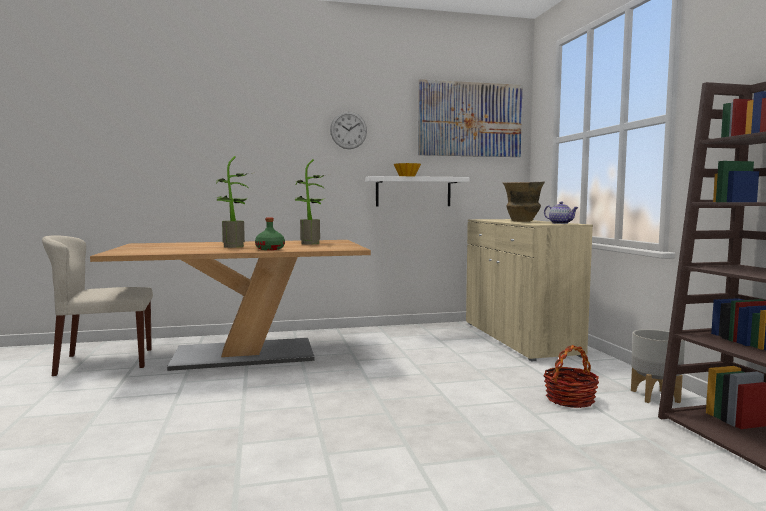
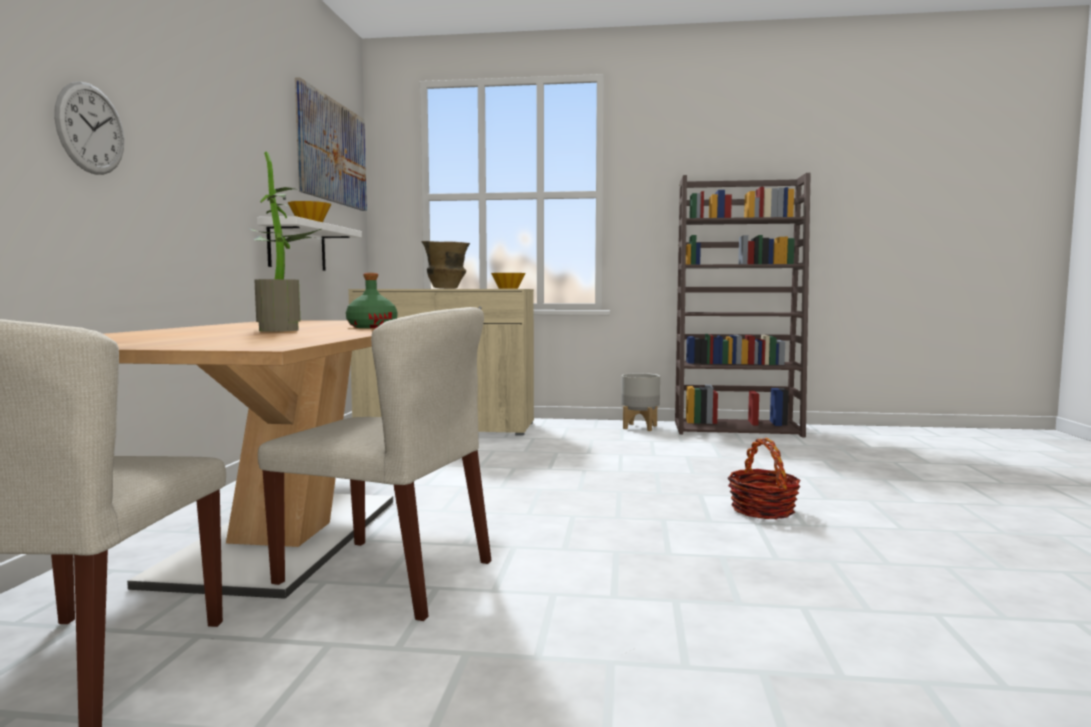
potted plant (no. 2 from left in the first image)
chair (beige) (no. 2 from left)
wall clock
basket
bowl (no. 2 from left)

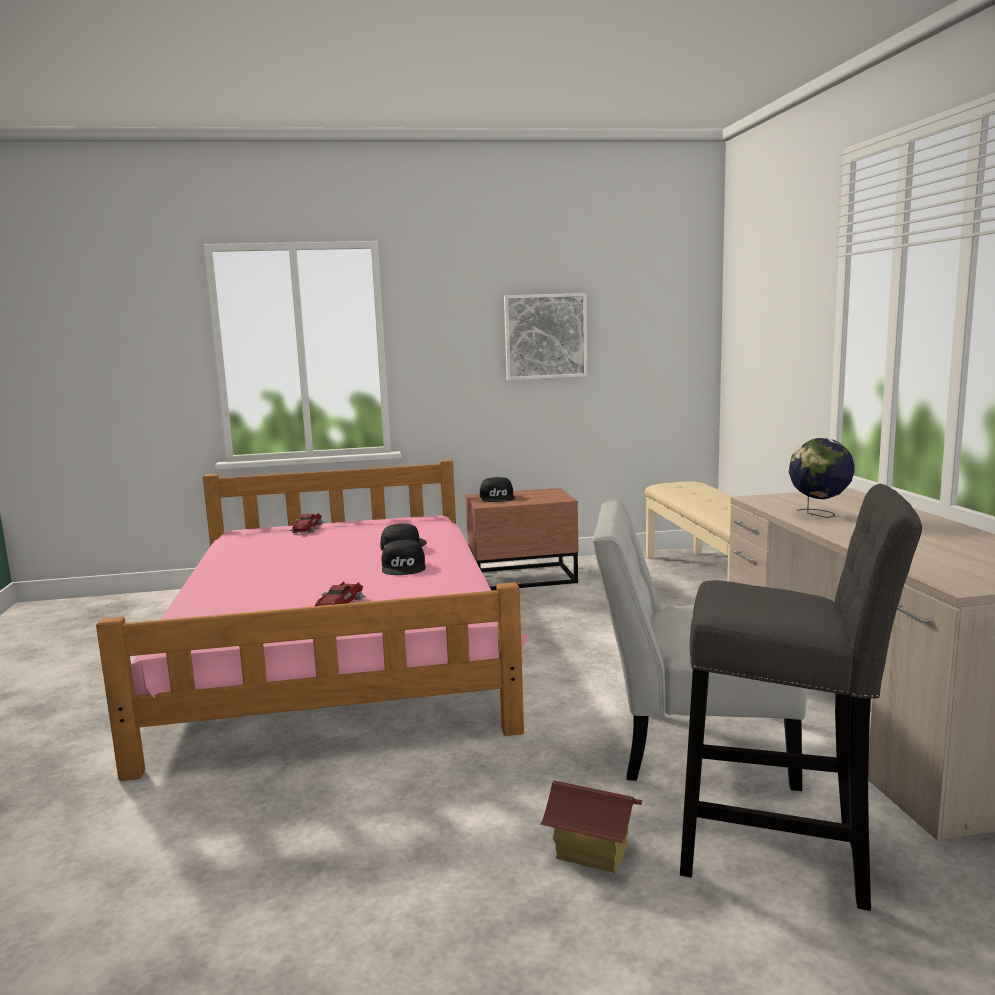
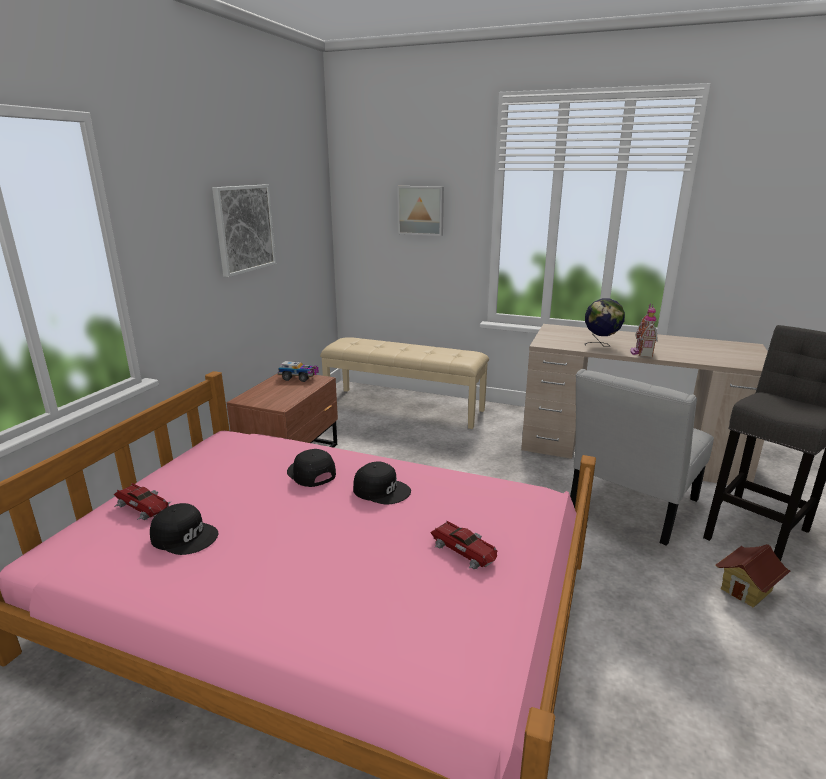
toy truck
picture (no. 2 from left)
toy house (no. 1 from left)
cap (black) (no. 1 from left)

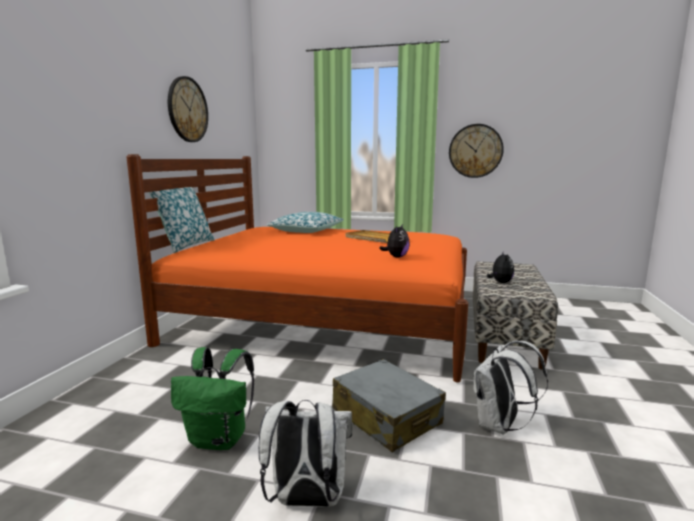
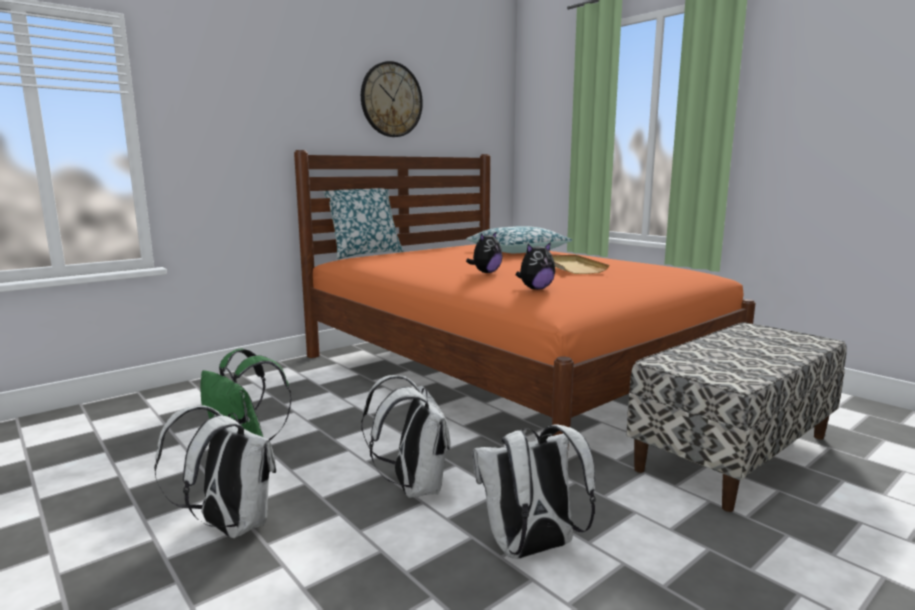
wall clock (no. 2 from left in the first image)
plush toy (no. 1 from left)
backpack (white) (no. 2 from left)

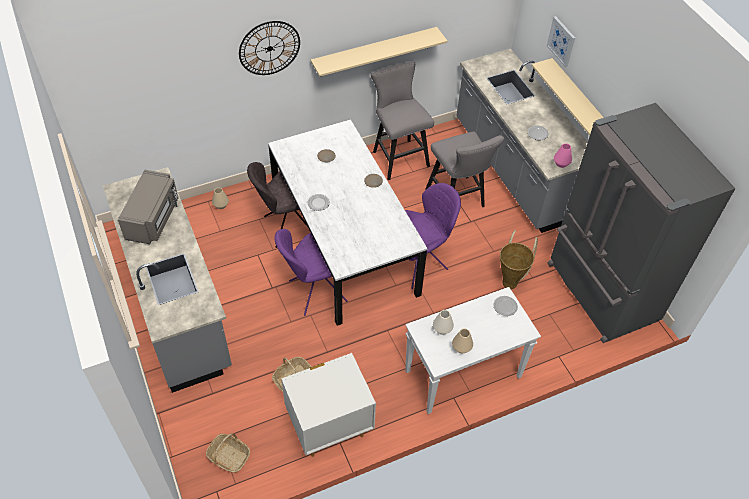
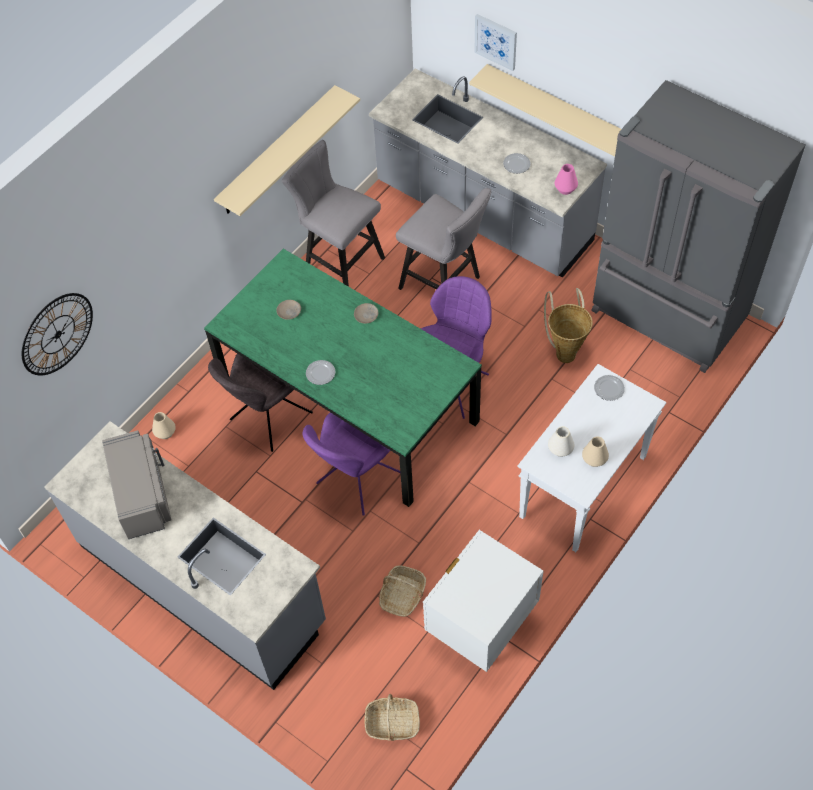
wall clock
dining table (green)

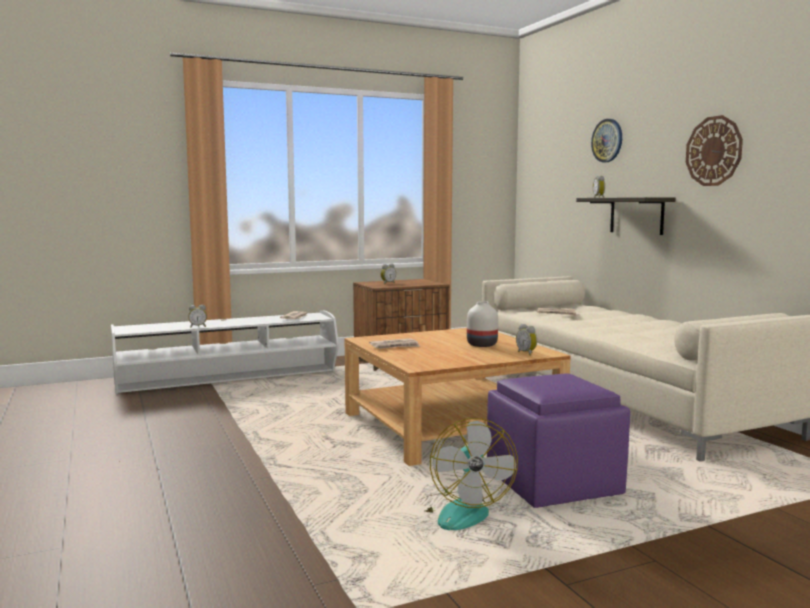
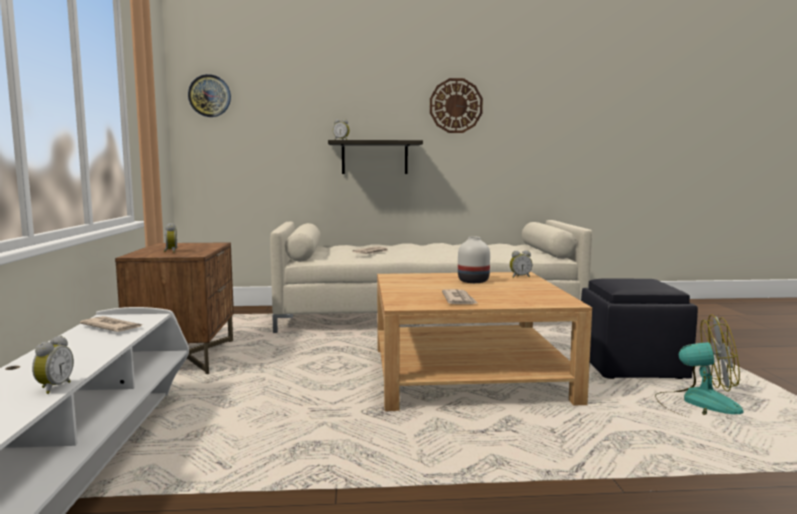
wall clock (no. 1 from left)
ottoman (black)

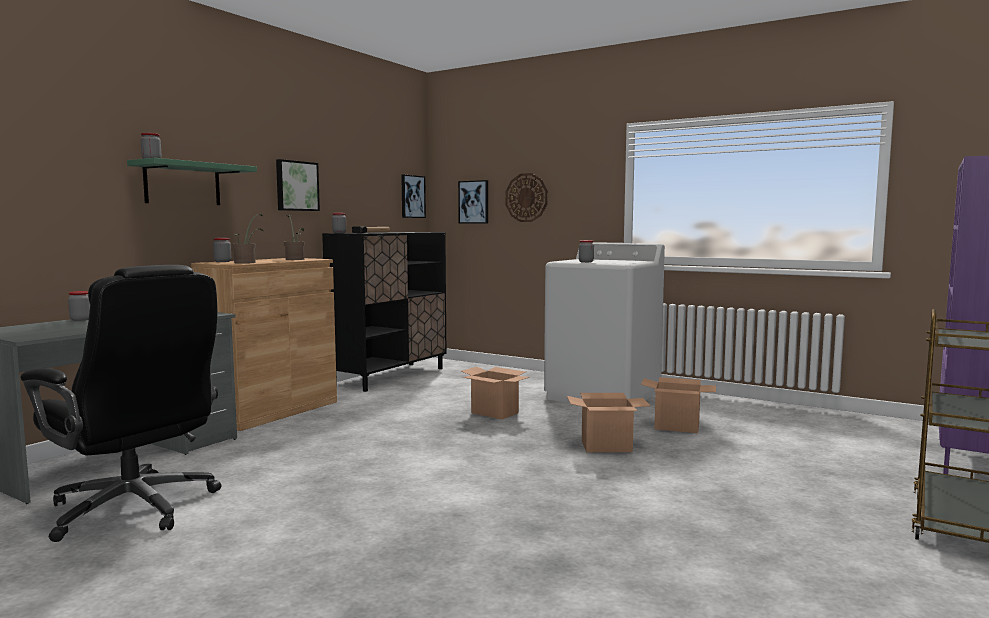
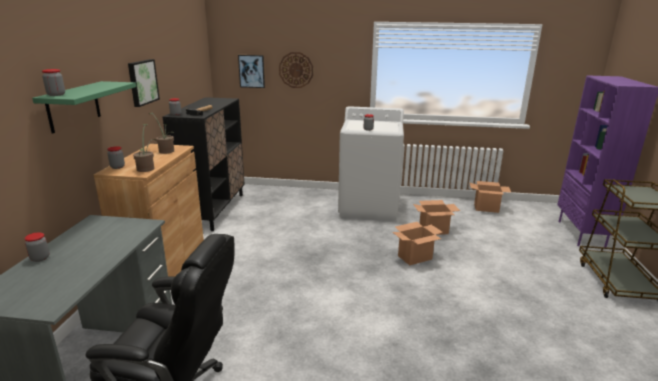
picture (no. 2 from left in the first image)
cardboard box (no. 3 from left)

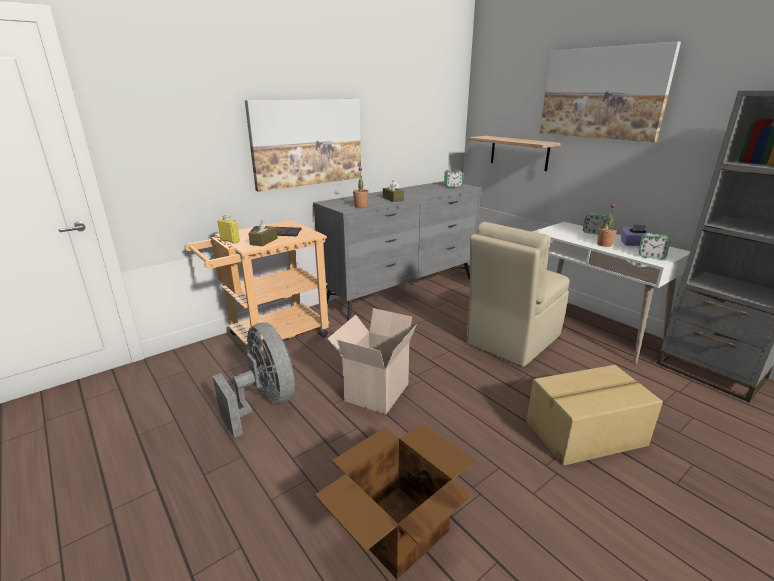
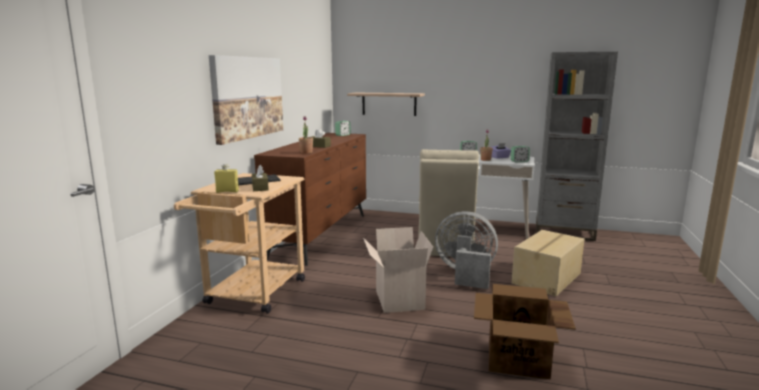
picture (no. 2 from left in the first image)
fan (grey)
dresser (brown)

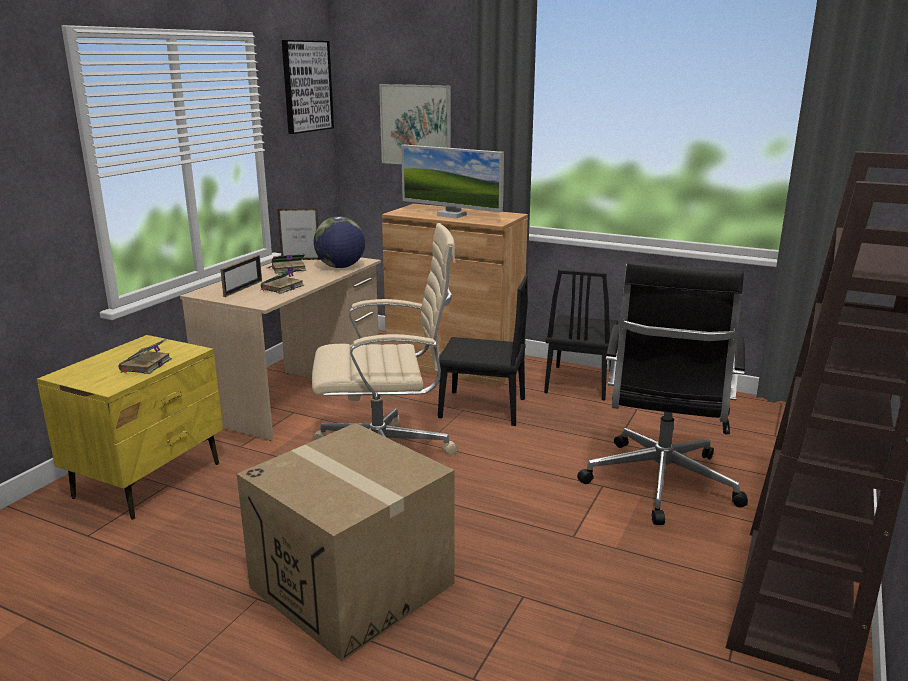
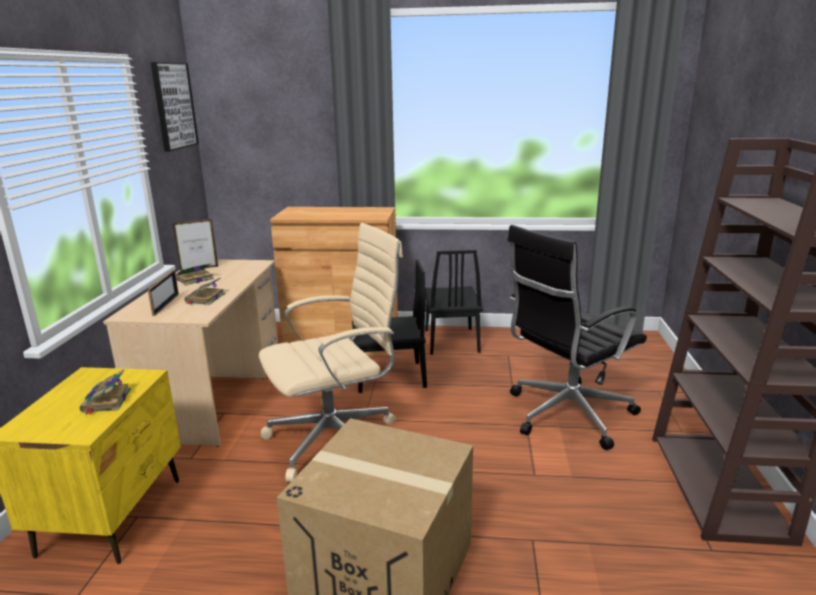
globe
picture (no. 2 from left in the first image)
monitor
office chair (black)

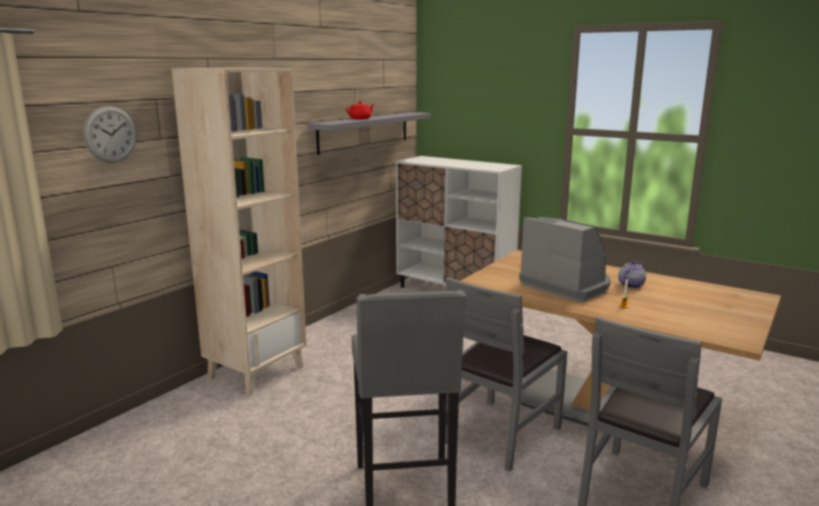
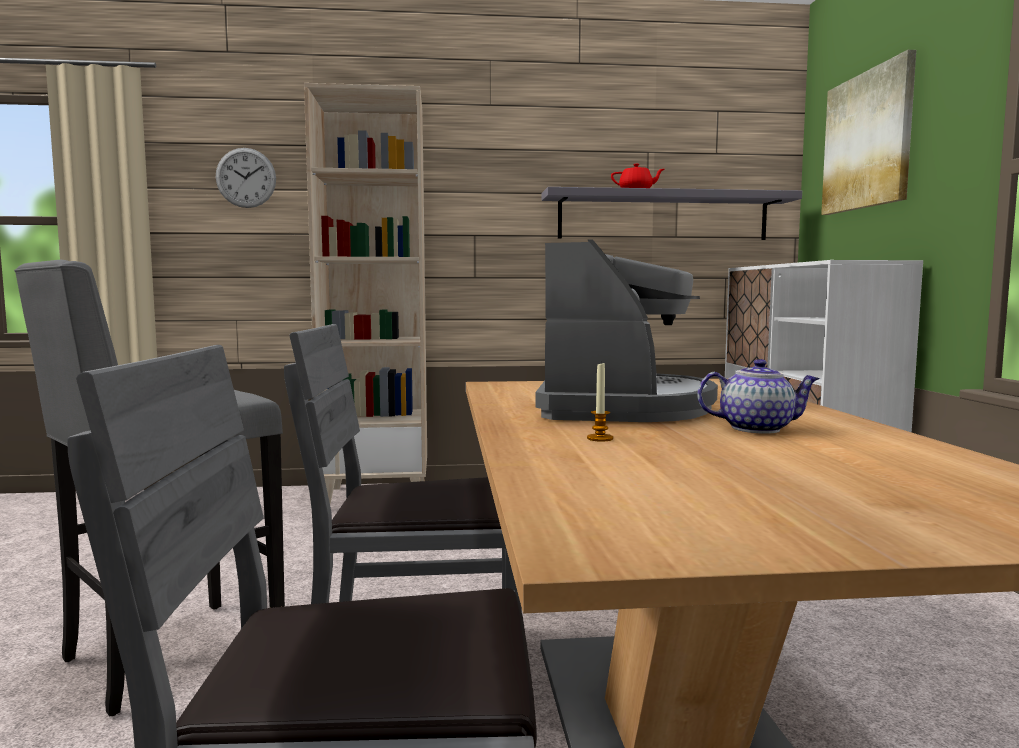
picture

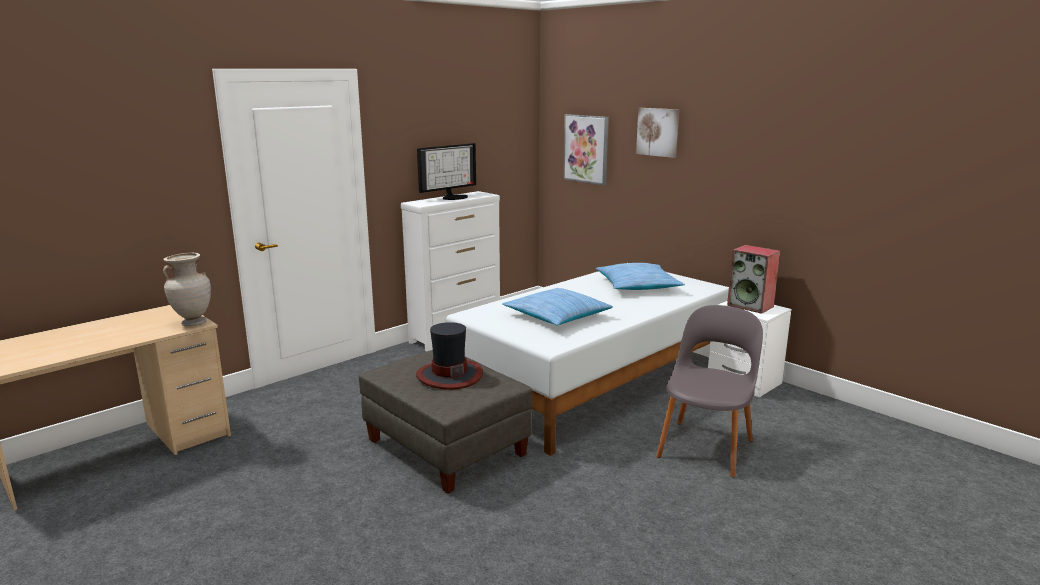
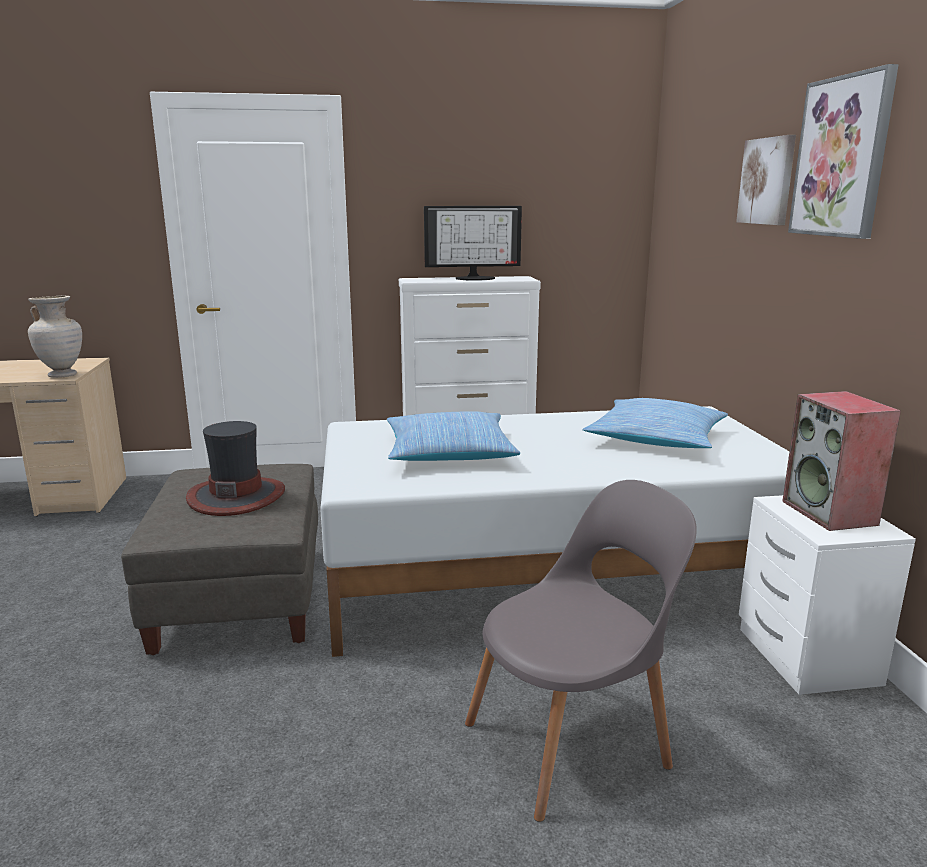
picture (no. 2 from left)

